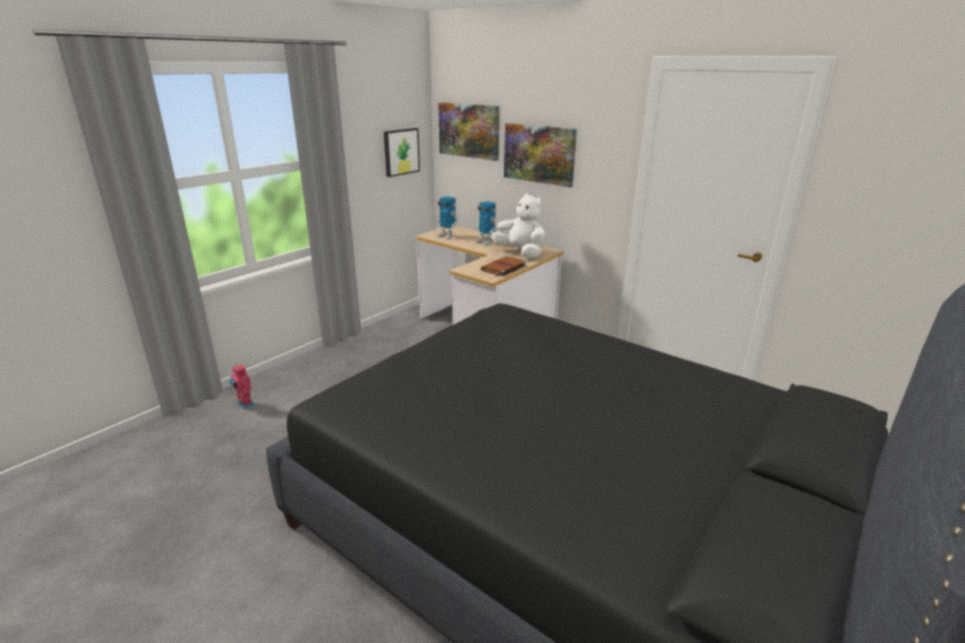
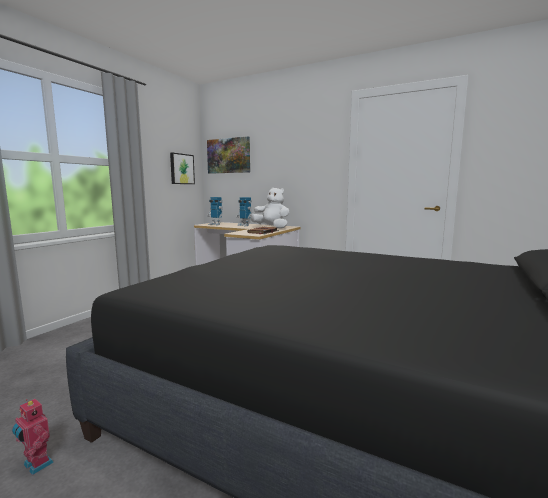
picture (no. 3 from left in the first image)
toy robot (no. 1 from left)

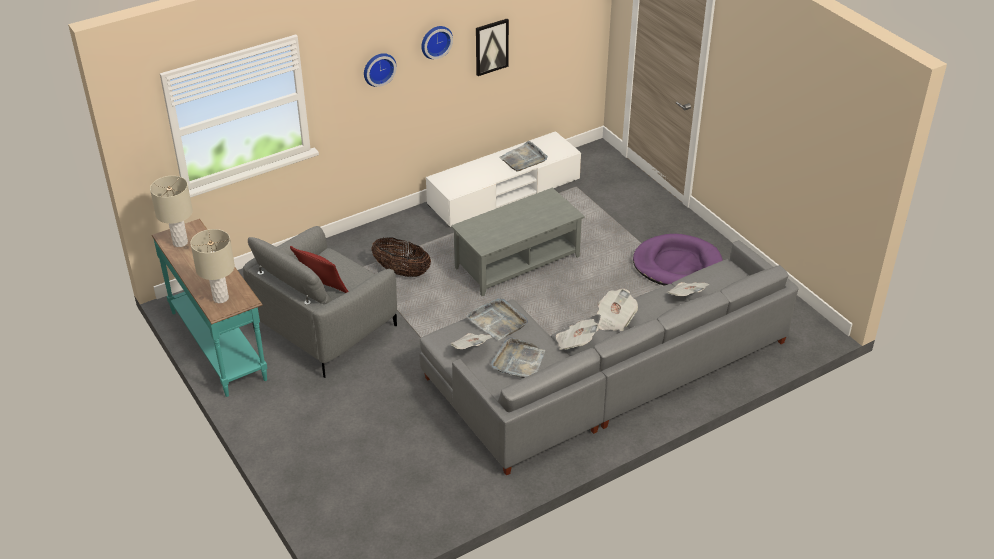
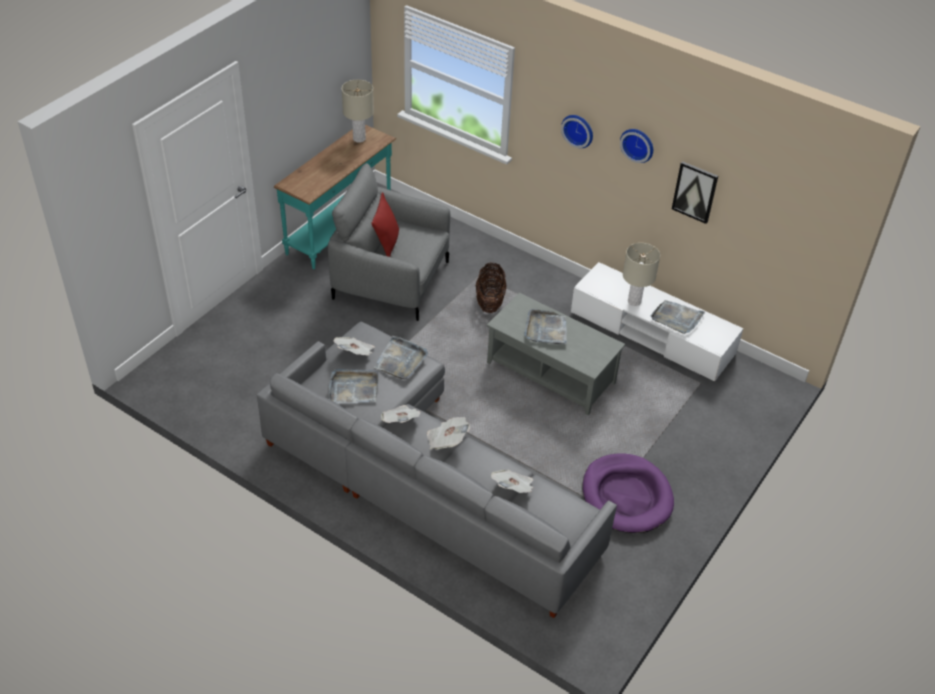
tray (grey) (no. 3 from left)
table lamp (beige) (no. 2 from left)

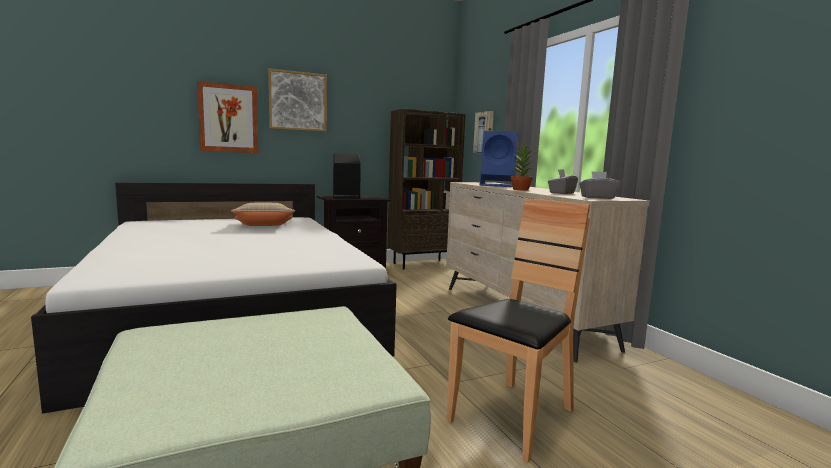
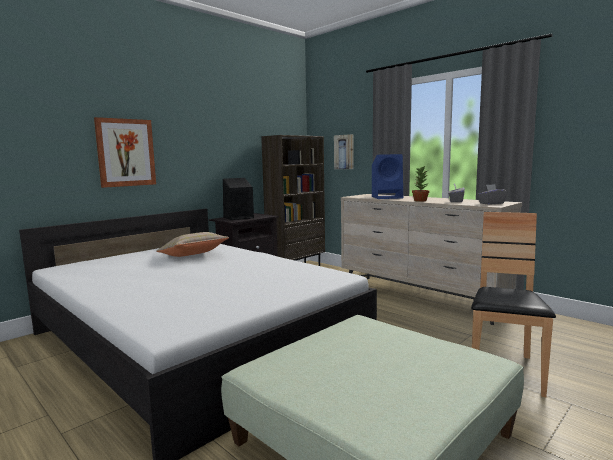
picture (no. 2 from left in the first image)

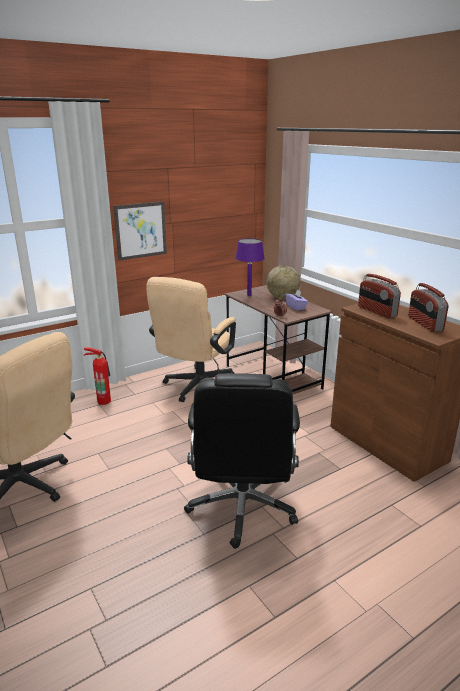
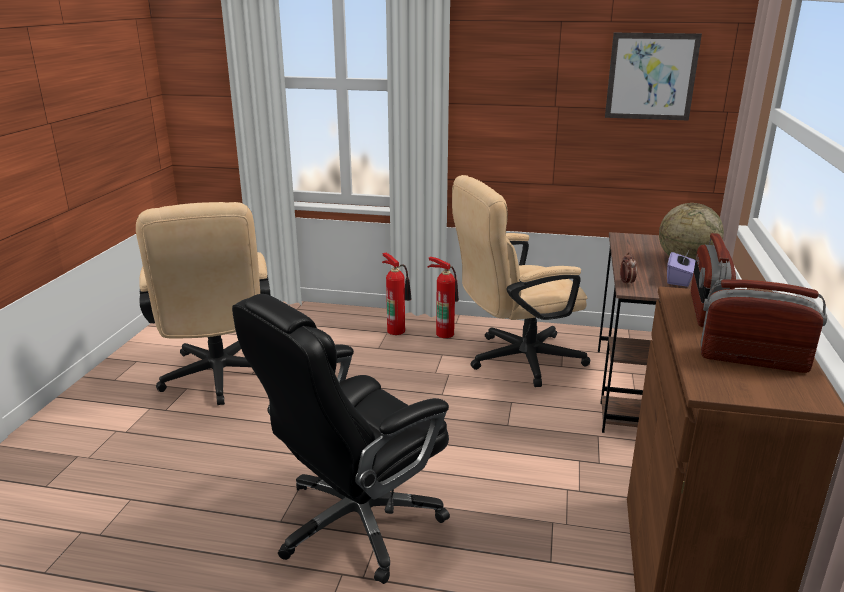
table lamp (purple)
fire extinguisher (no. 2 from left)
picture
radio (no. 2 from left)

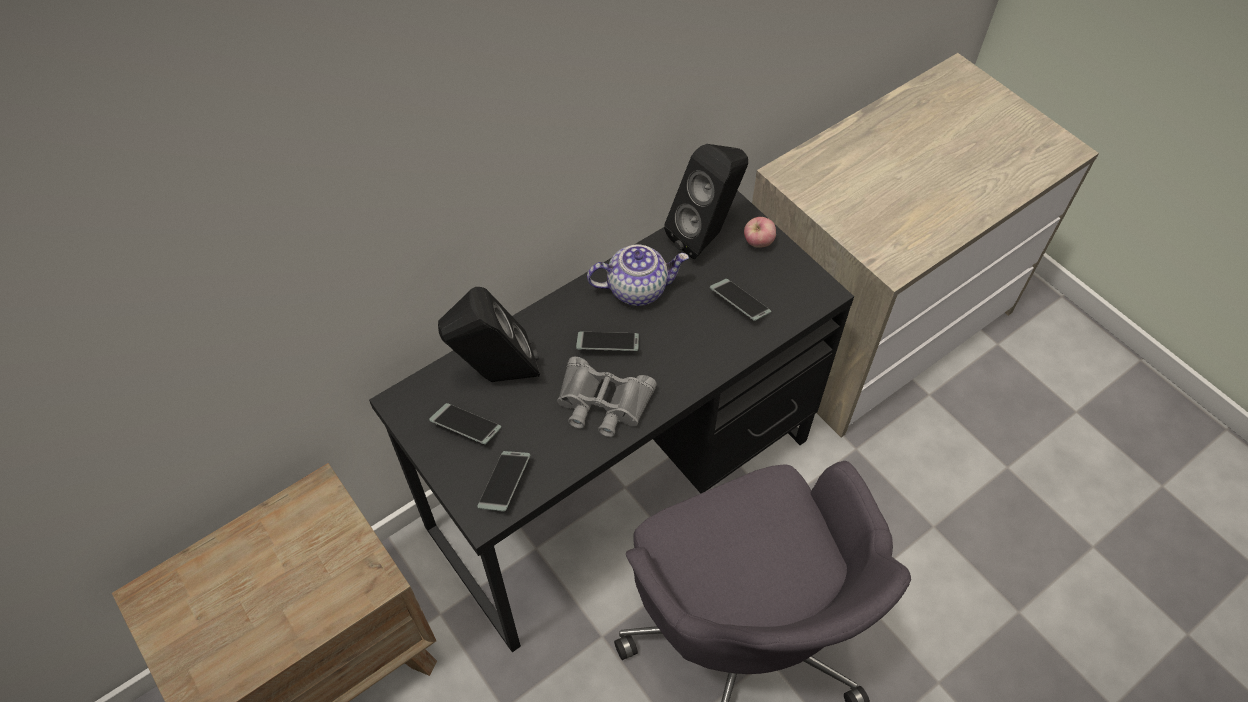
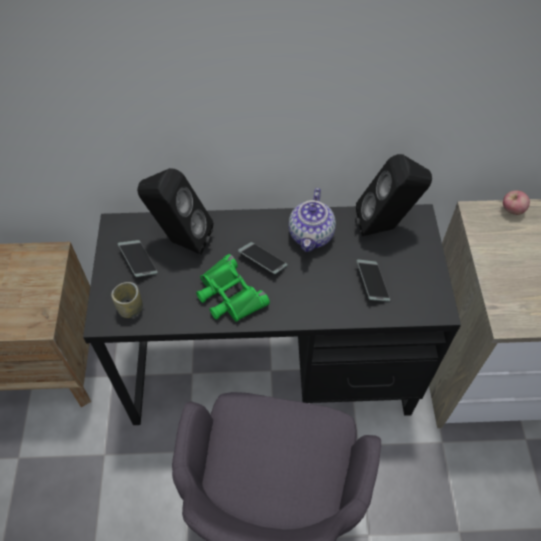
apple
cup
binoculars (green)
teapot

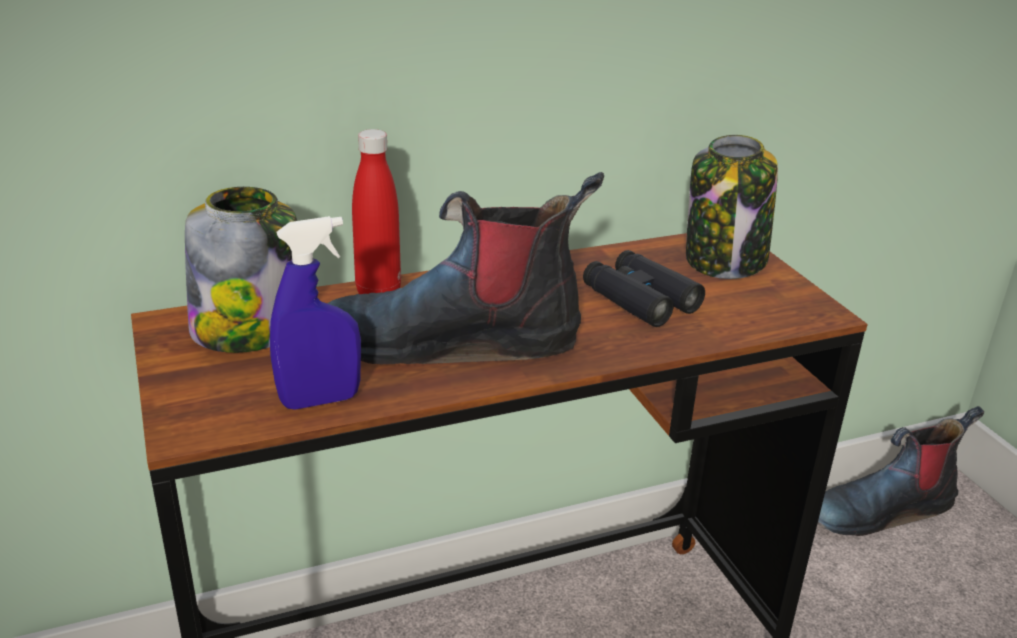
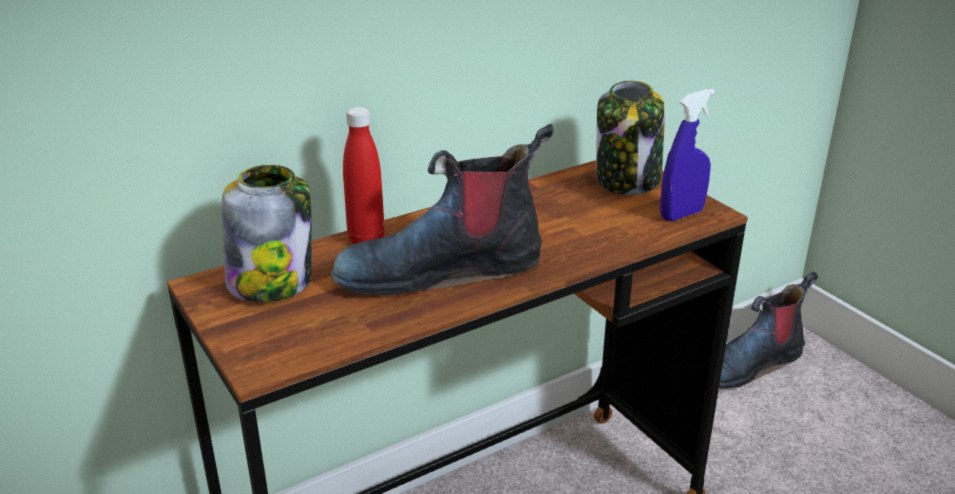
binoculars (black)
spray bottle (blue)

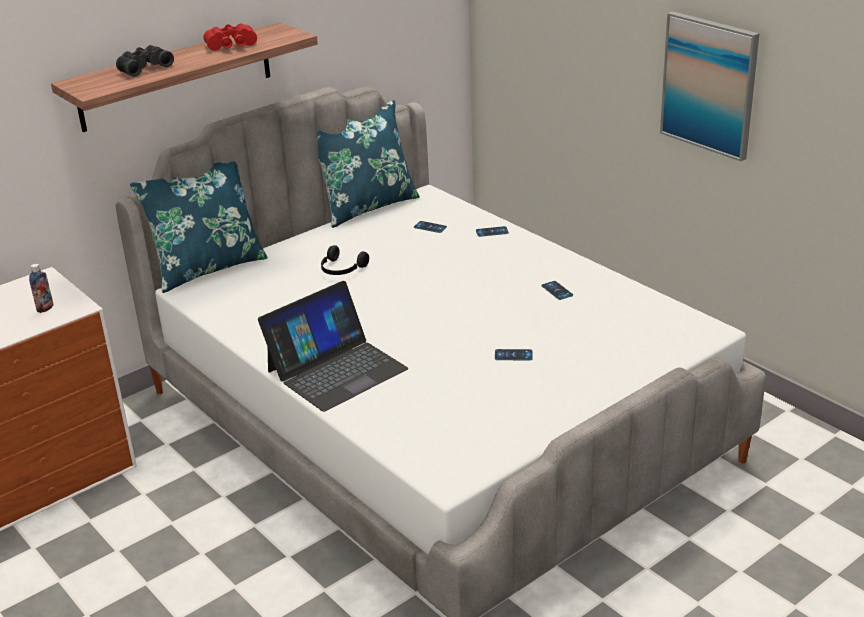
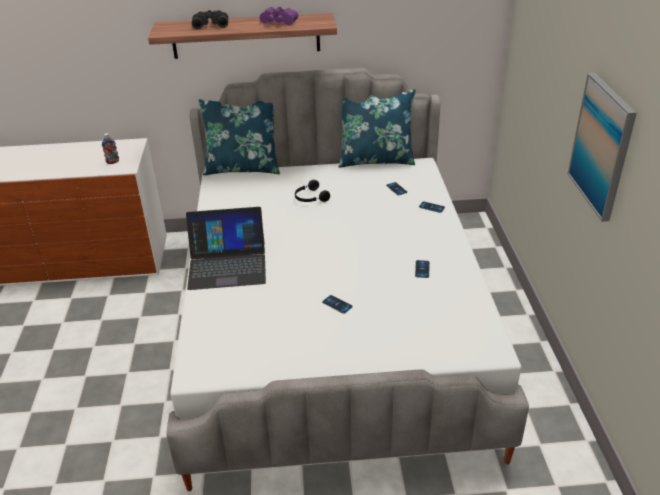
binoculars (purple)

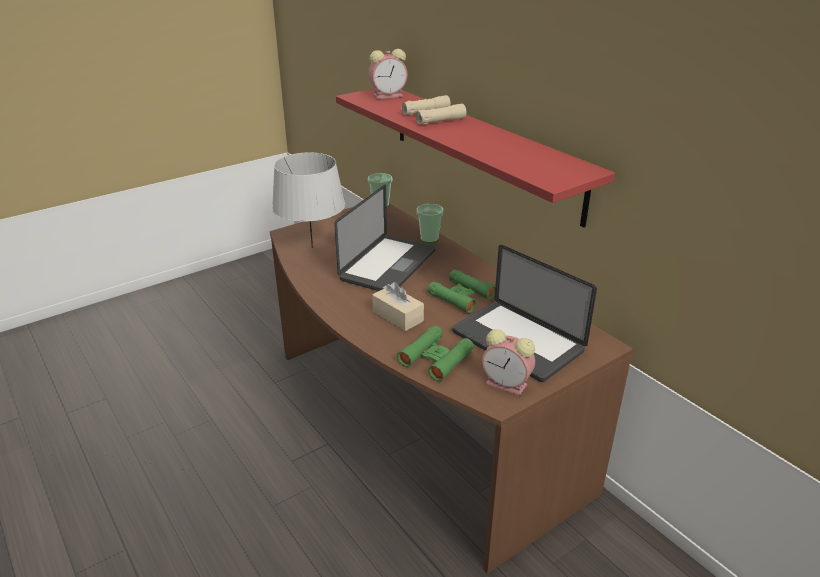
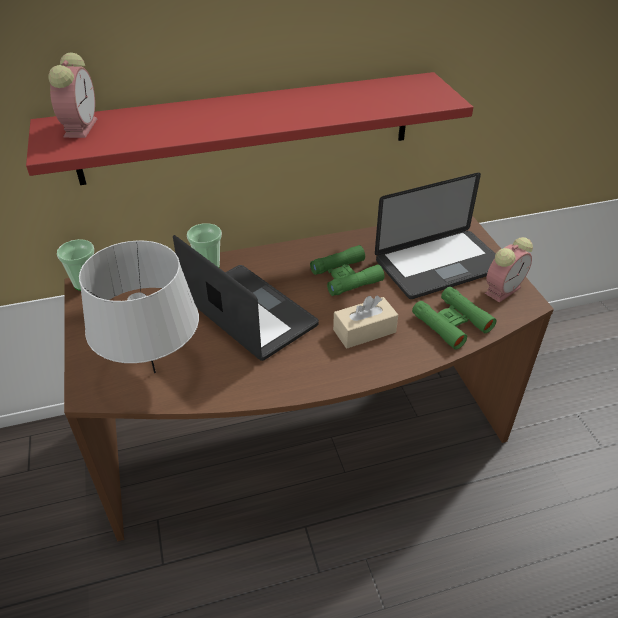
binoculars (beige)

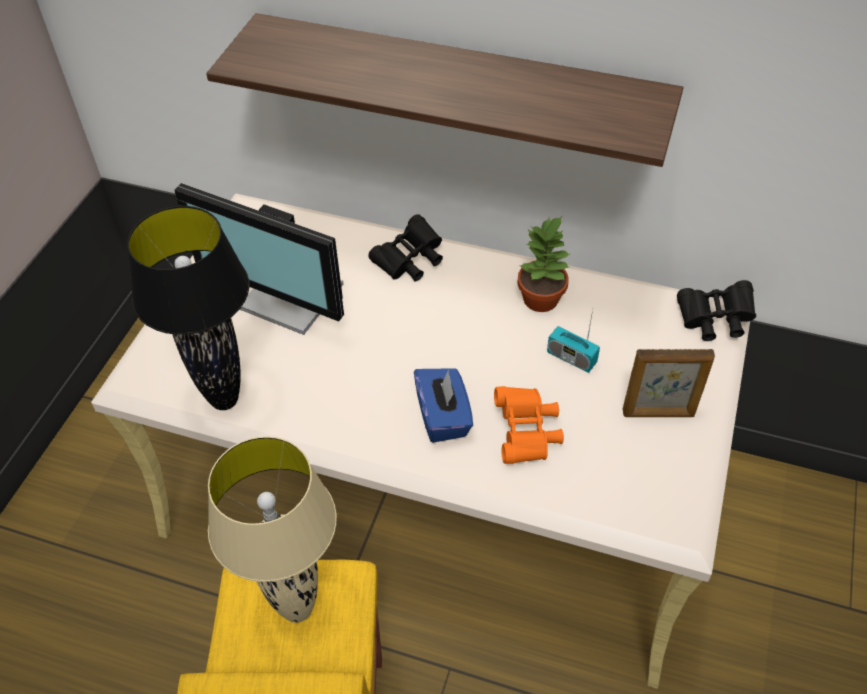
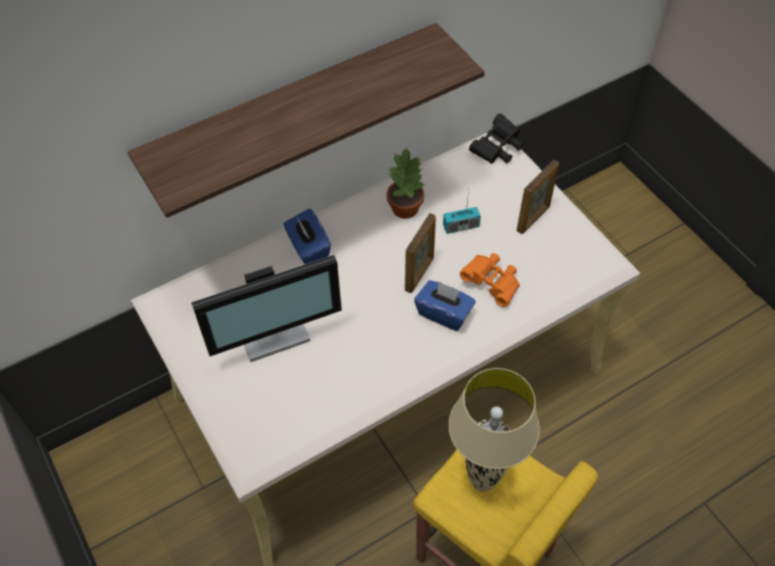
table lamp (black)
picture frame (no. 1 from left)
tissue box (blue) (no. 1 from left)

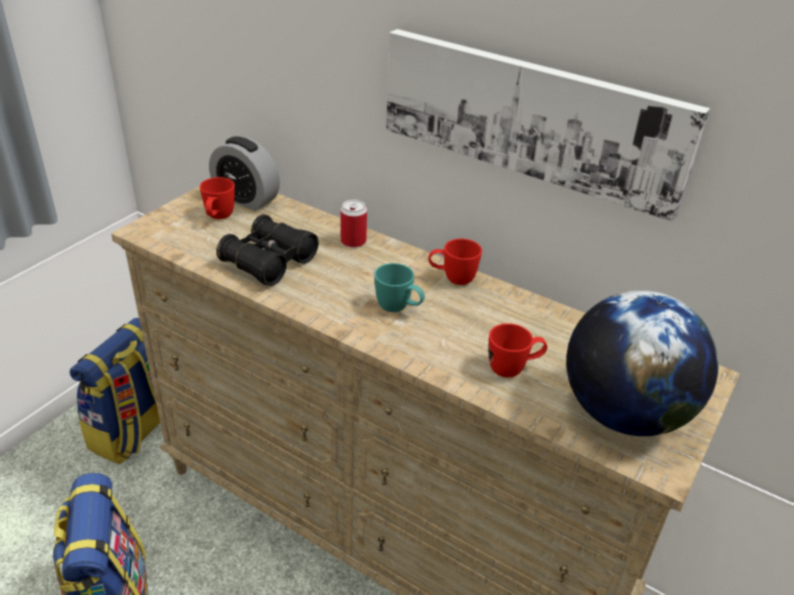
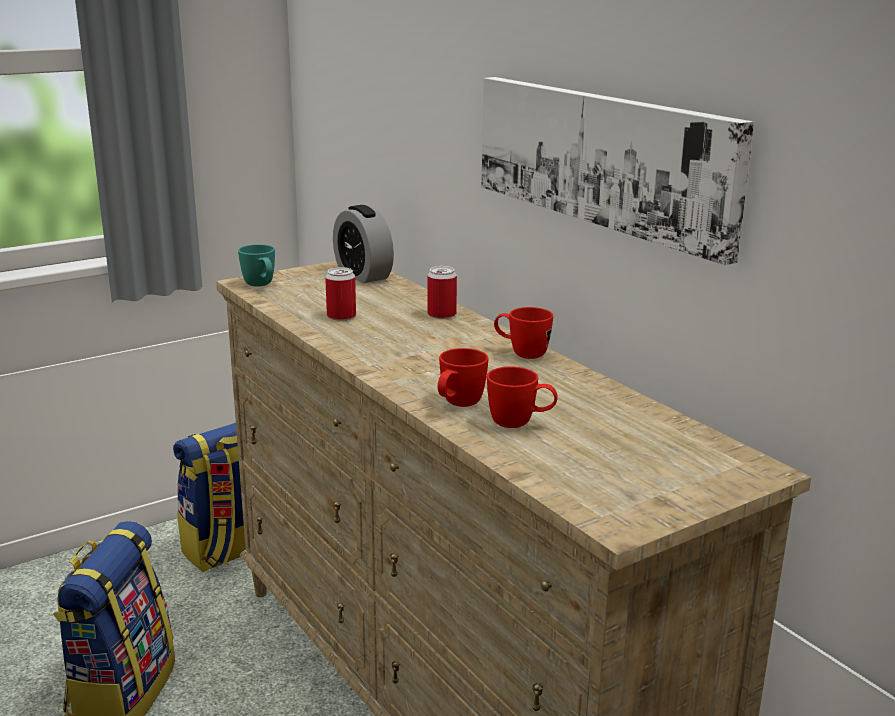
globe
mug (red) (no. 1 from left)
mug (turquoise)
can (no. 1 from left)

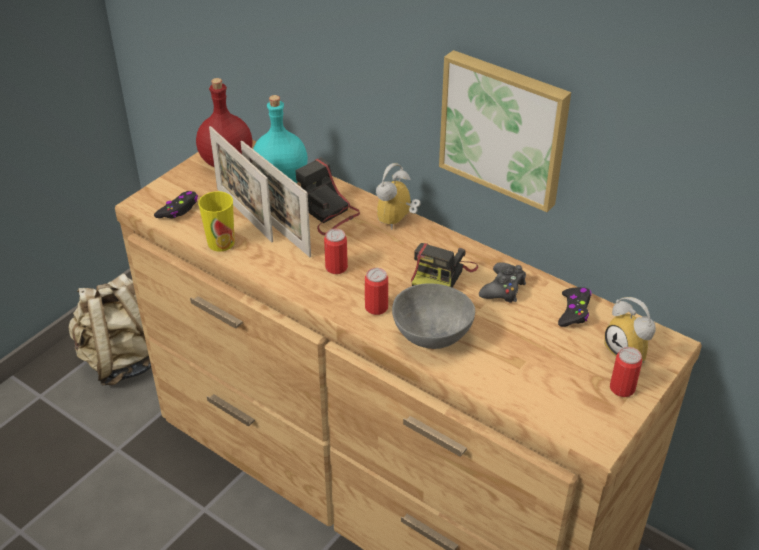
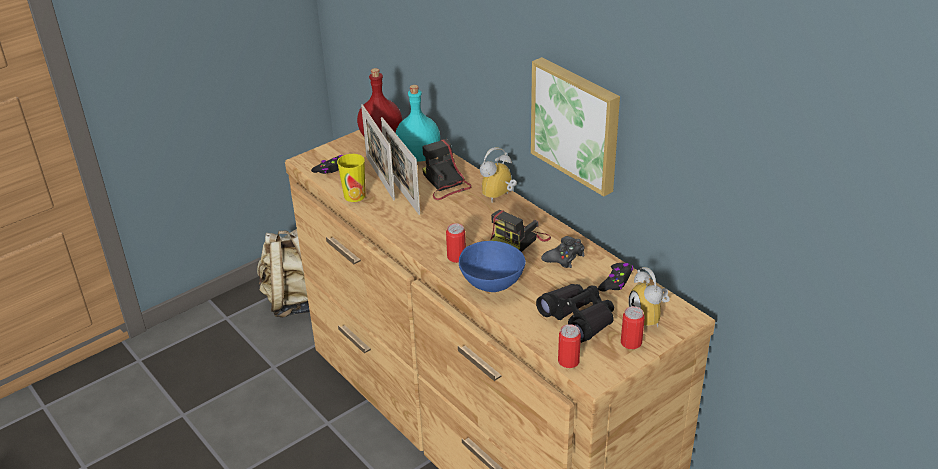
binoculars (black)
can (no. 2 from left)
bowl (blue)

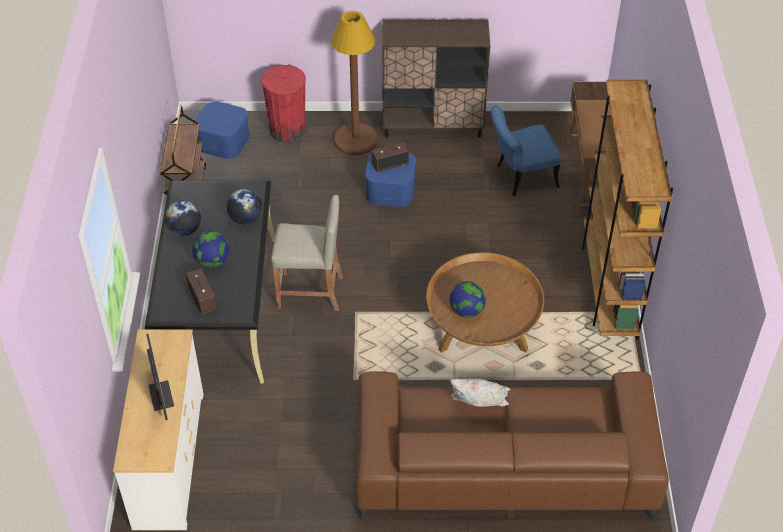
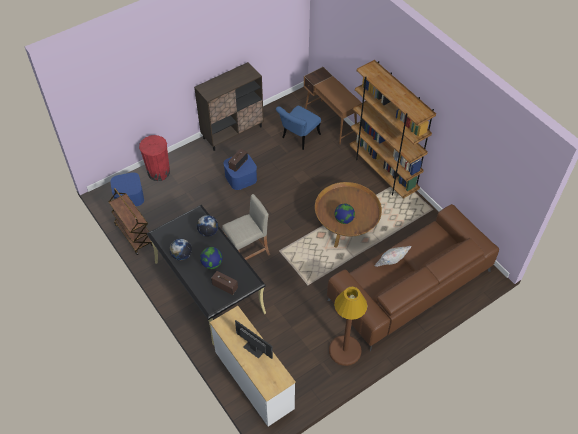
floor lamp (brown)

